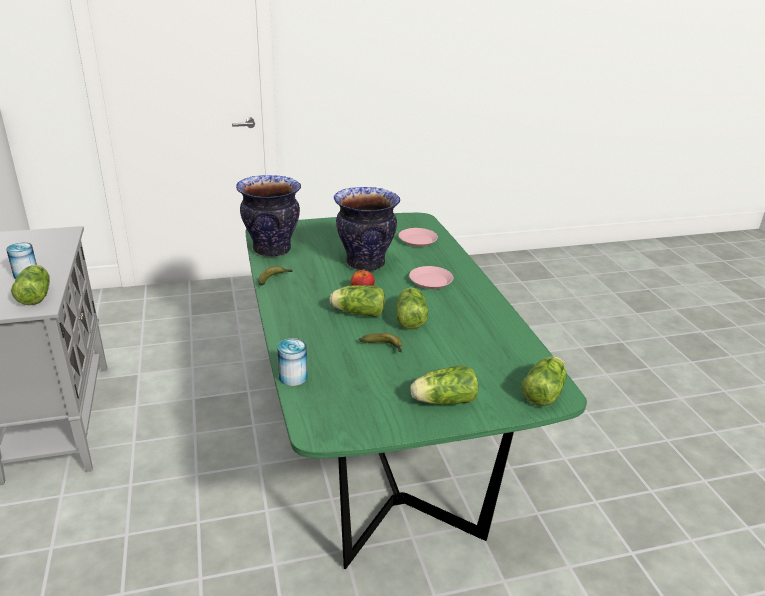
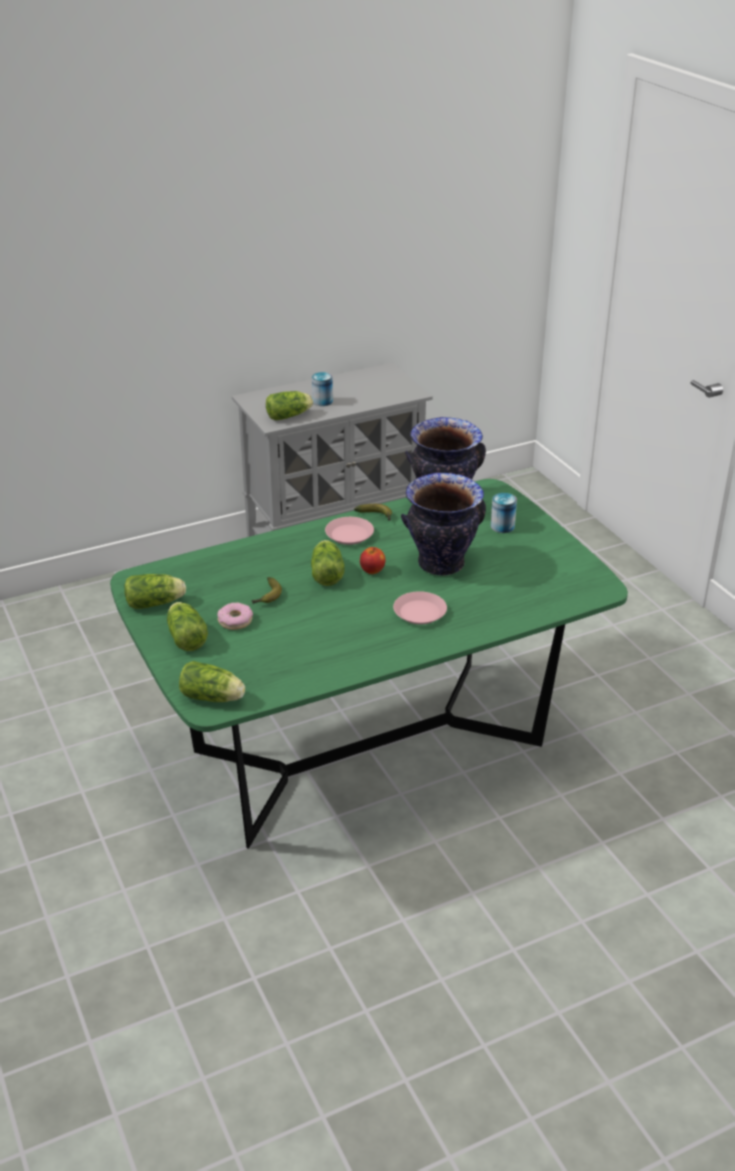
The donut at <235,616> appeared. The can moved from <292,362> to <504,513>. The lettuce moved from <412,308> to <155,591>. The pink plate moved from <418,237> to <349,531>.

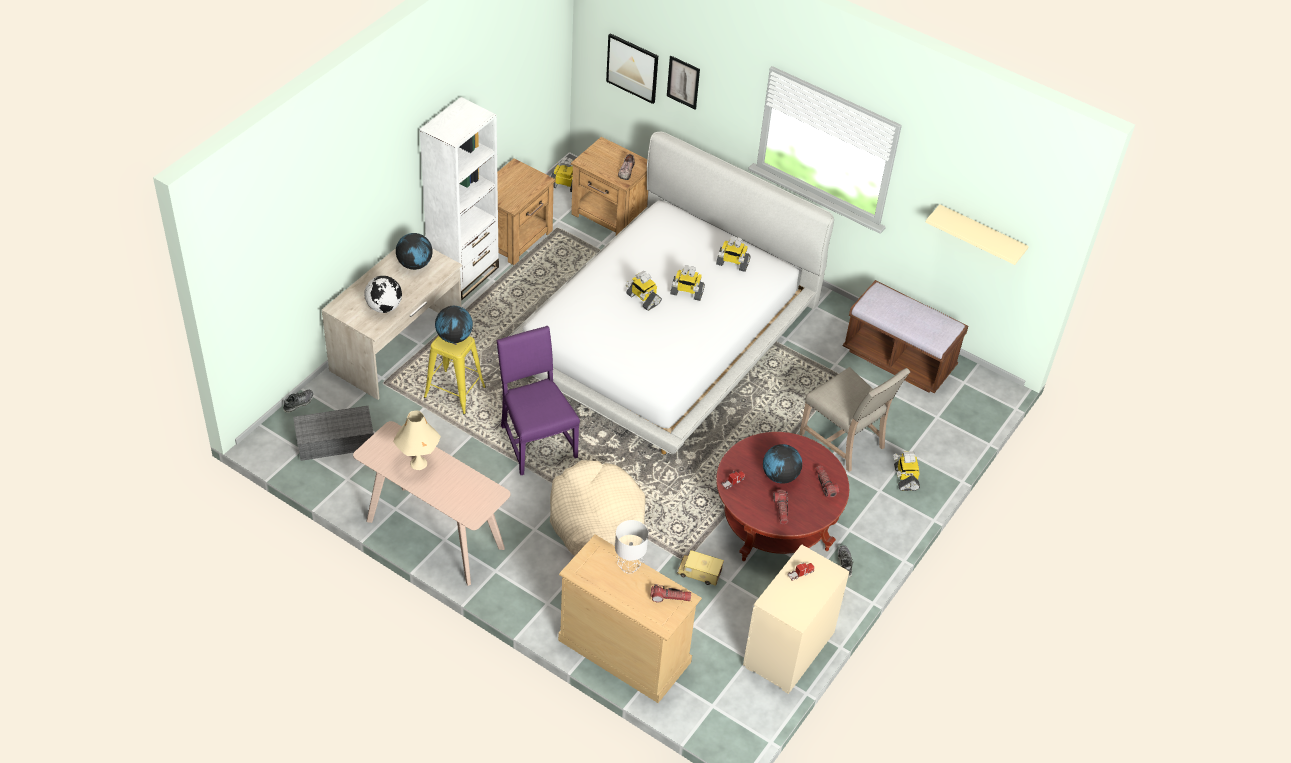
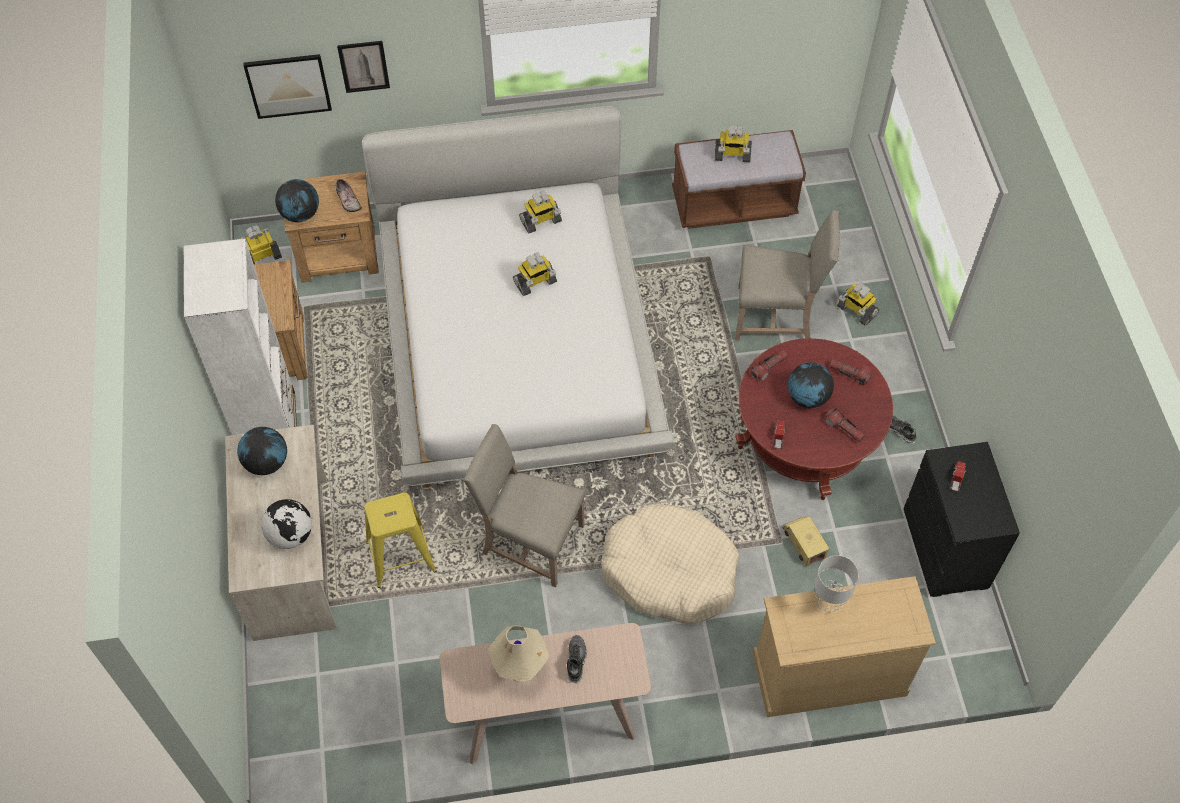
The grey storage box at <333,433> disappeared. The beige shelf at <977,234> disappeared. The shoe moved from <298,401> to <577,659>. The globe moved from <454,324> to <297,200>. The toy robot moved from <644,291> to <733,143>. The flashlight moved from <671,593> to <768,365>. The purple chair at <538,400> became the beige chair at <524,505>. The beige dresser at <796,619> became the black dresser at <962,519>. The toy truck at <700,568> turned 90 degrees clockwise.

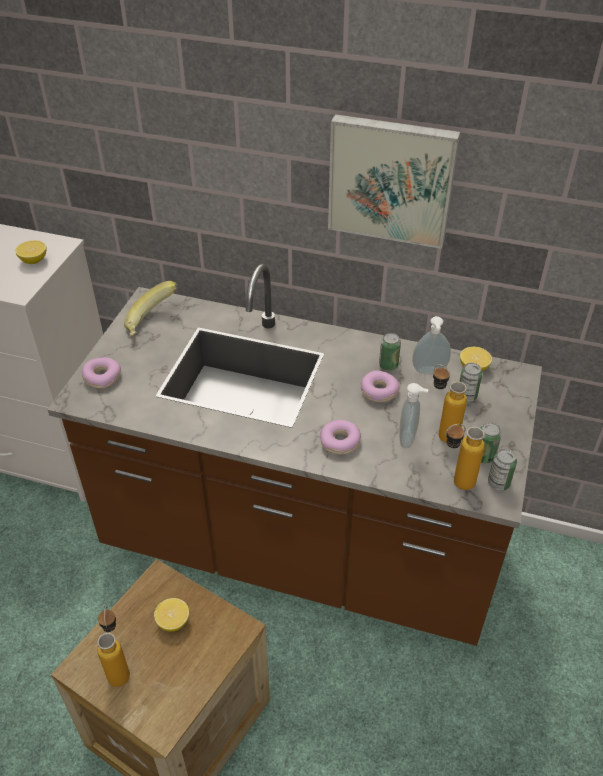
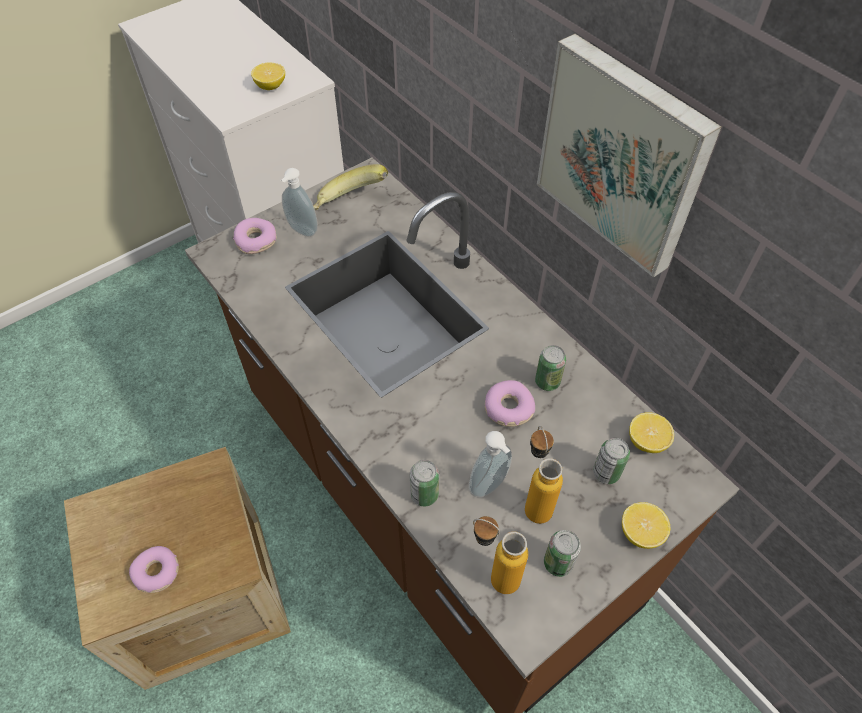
The bottle at <113,647> disappeared. The lemon moved from <171,615> to <646,525>. The donut moved from <340,437> to <154,569>. The soap dispenser moved from <431,345> to <299,202>. The can moved from <502,470> to <424,483>.

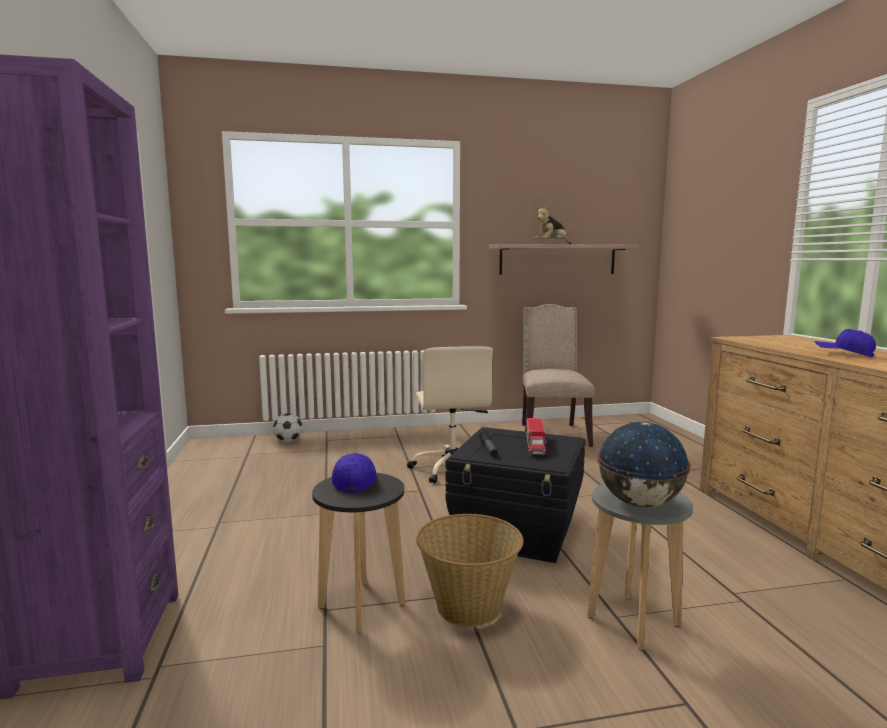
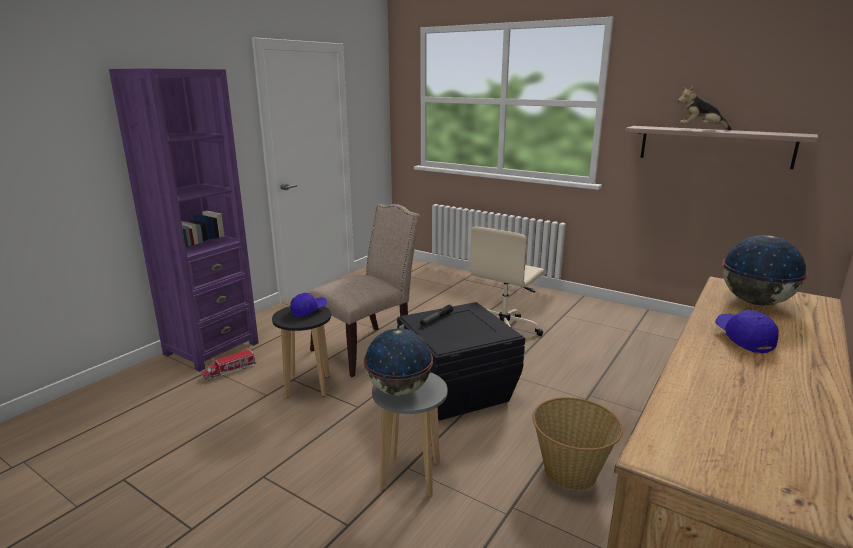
The football at <288,427> disappeared. The globe at <765,270> appeared. The basket moved from <470,570> to <577,443>. The beige chair moved from <558,375> to <364,290>. The toy truck moved from <536,436> to <229,364>.

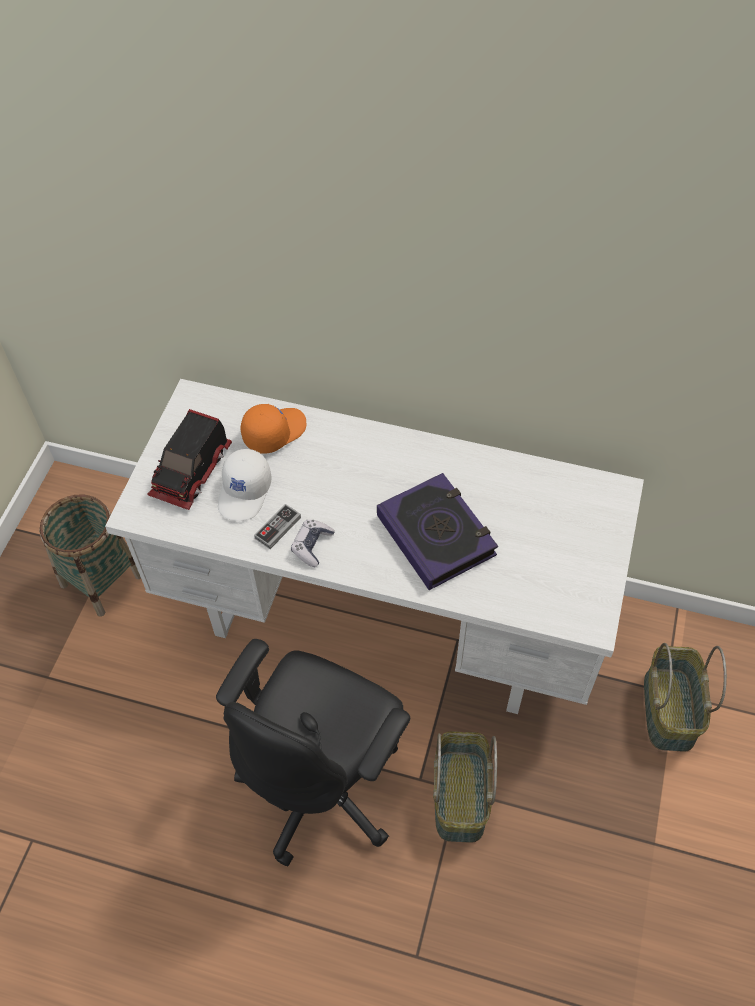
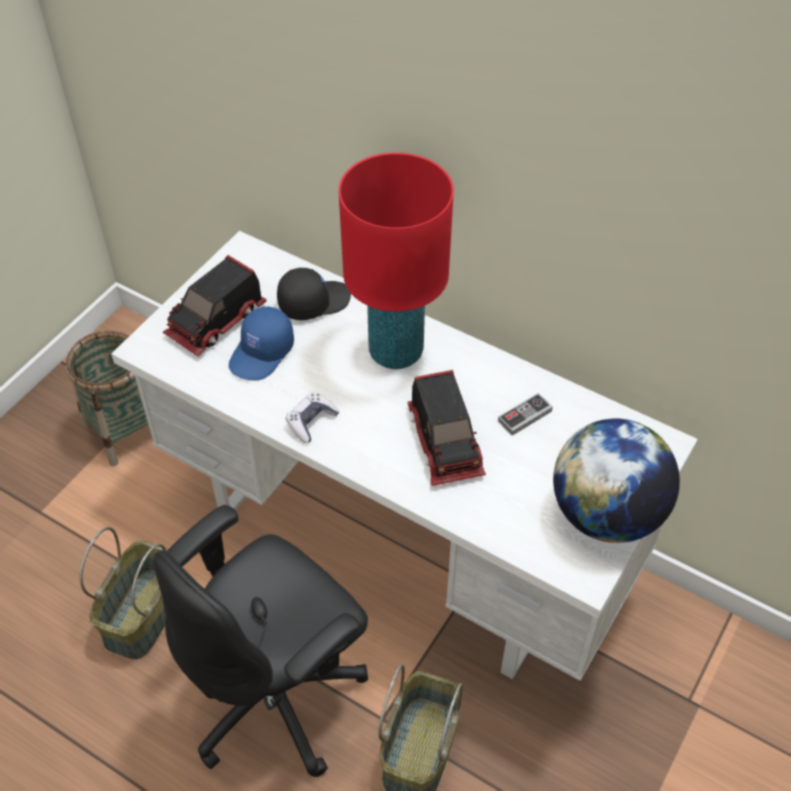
The red table lamp at <396,260> appeared. The globe at <616,480> appeared. The game controller moved from <277,526> to <525,414>. The basket moved from <685,697> to <124,593>. The book at <437,531> was replaced by the toy truck at <447,428>. The white cap at <244,485> became the blue cap at <261,343>. The orange cap at <274,429> became the black cap at <314,294>.

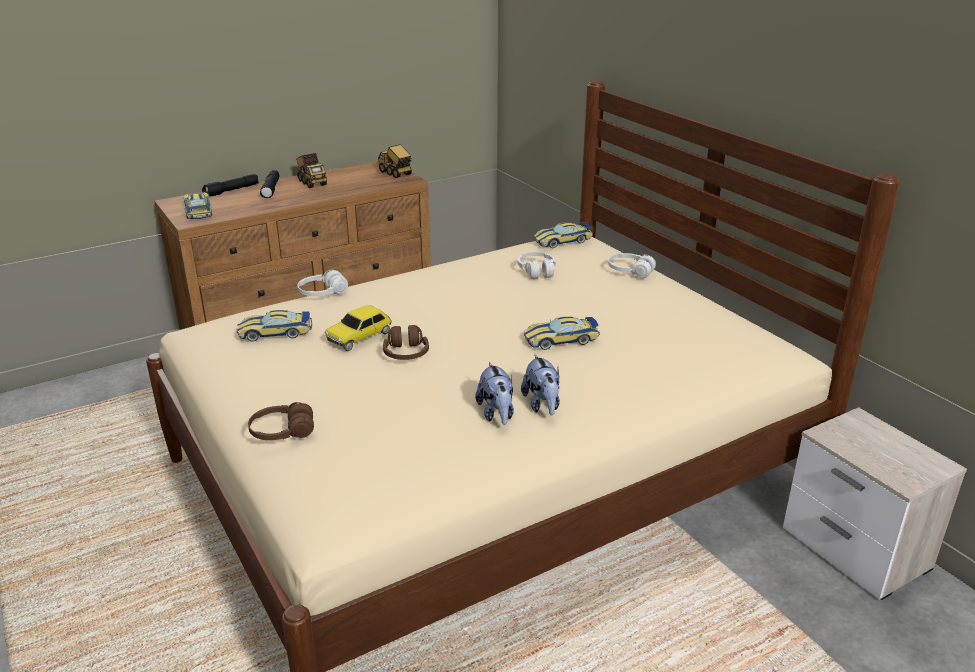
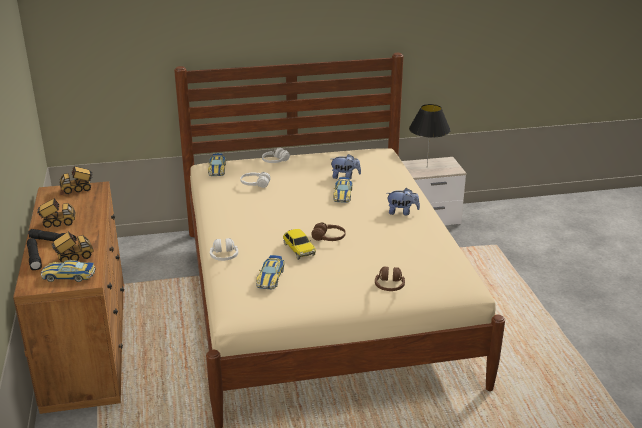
The toy truck at <73,247> appeared. The black table lamp at <429,134> appeared. The plush toy moved from <494,393> to <346,166>.

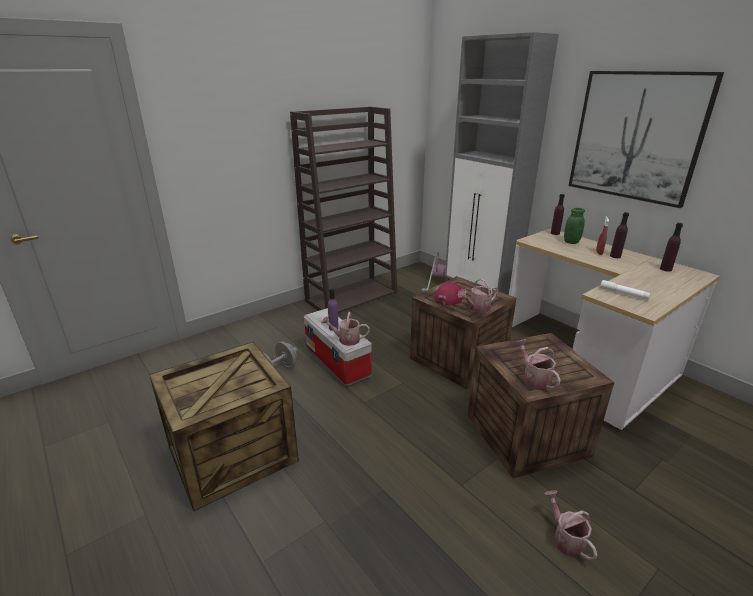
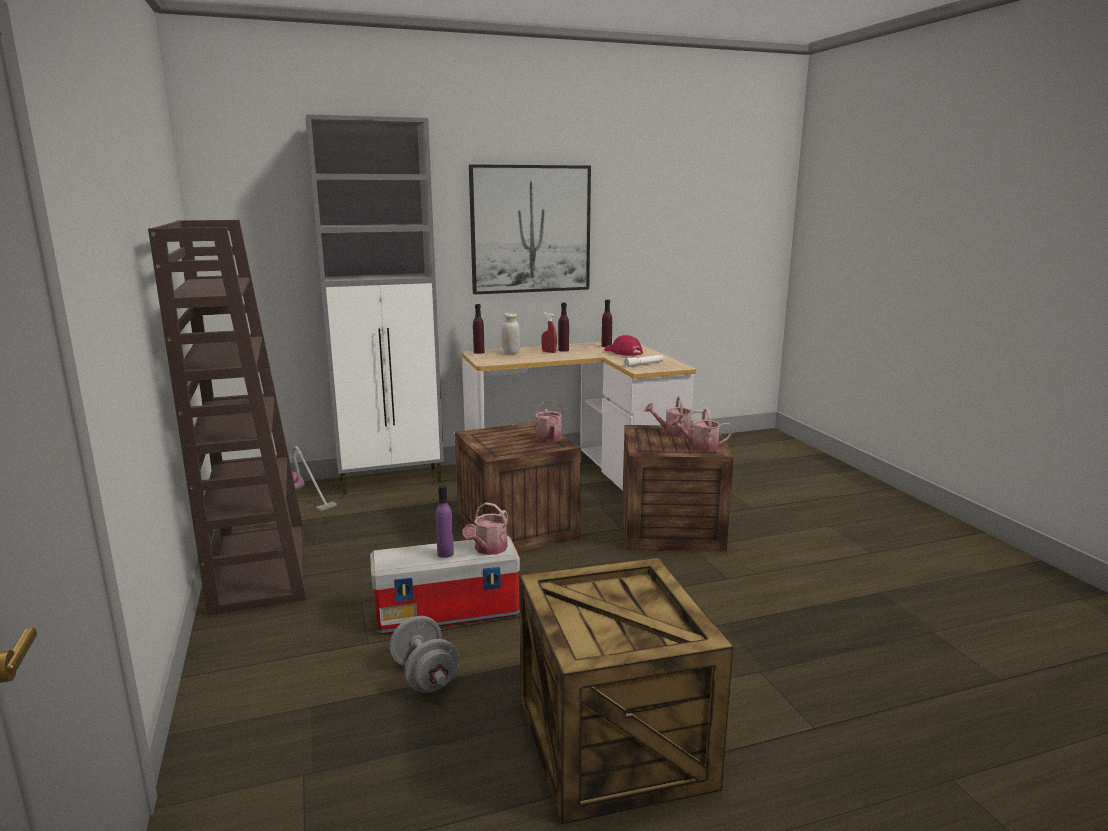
The red cap moved from <450,294> to <623,345>. The watering can moved from <570,525> to <673,417>. The green jar at <574,226> became the white jar at <510,333>.

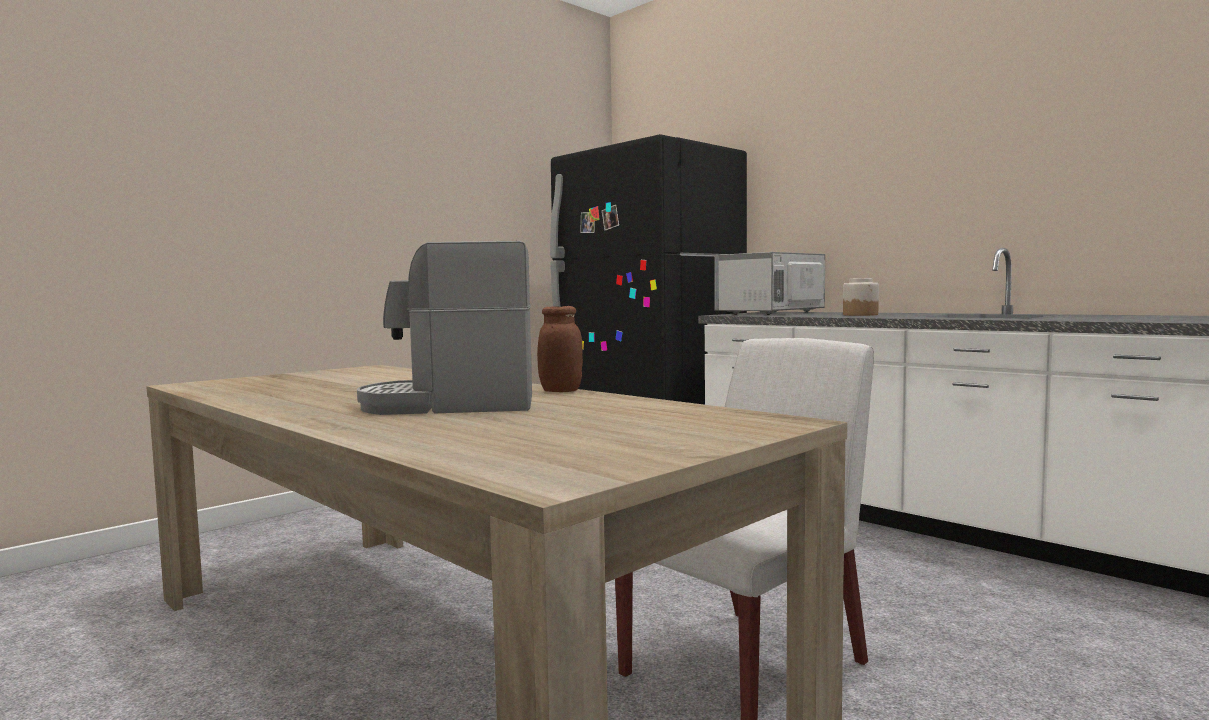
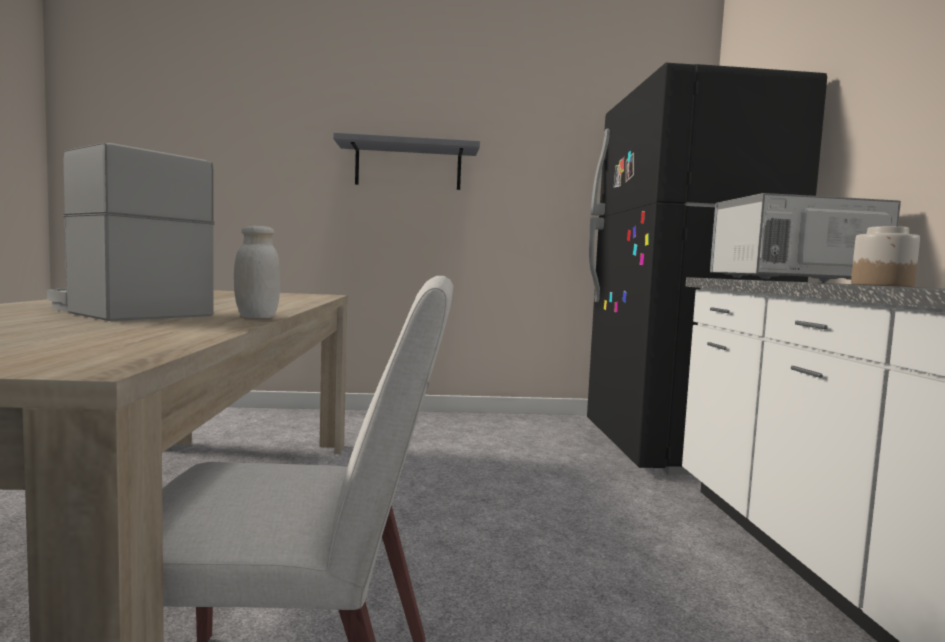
The grey shelf at <406,161> appeared. The brown jar at <560,349> became the white jar at <257,272>.

